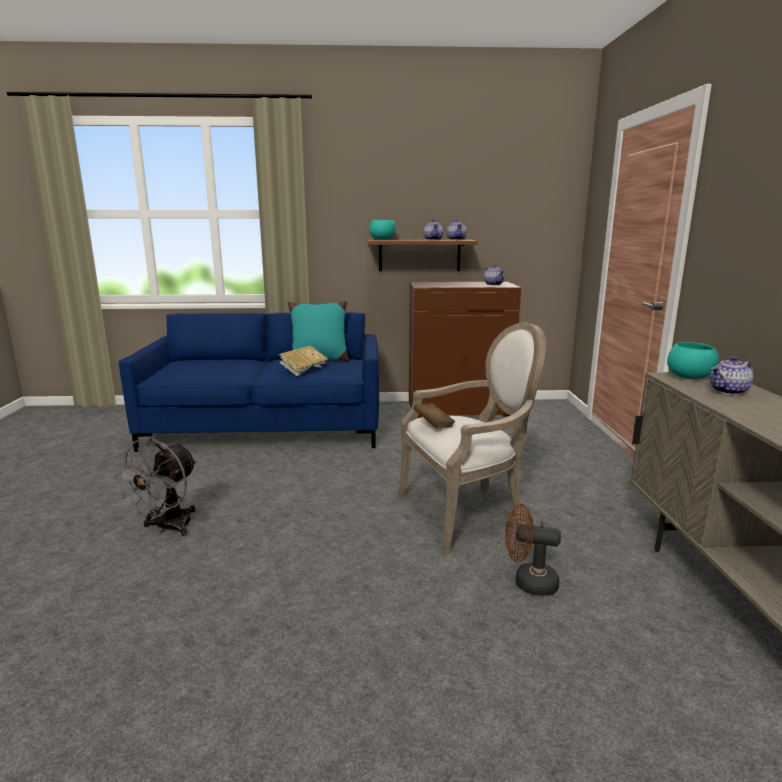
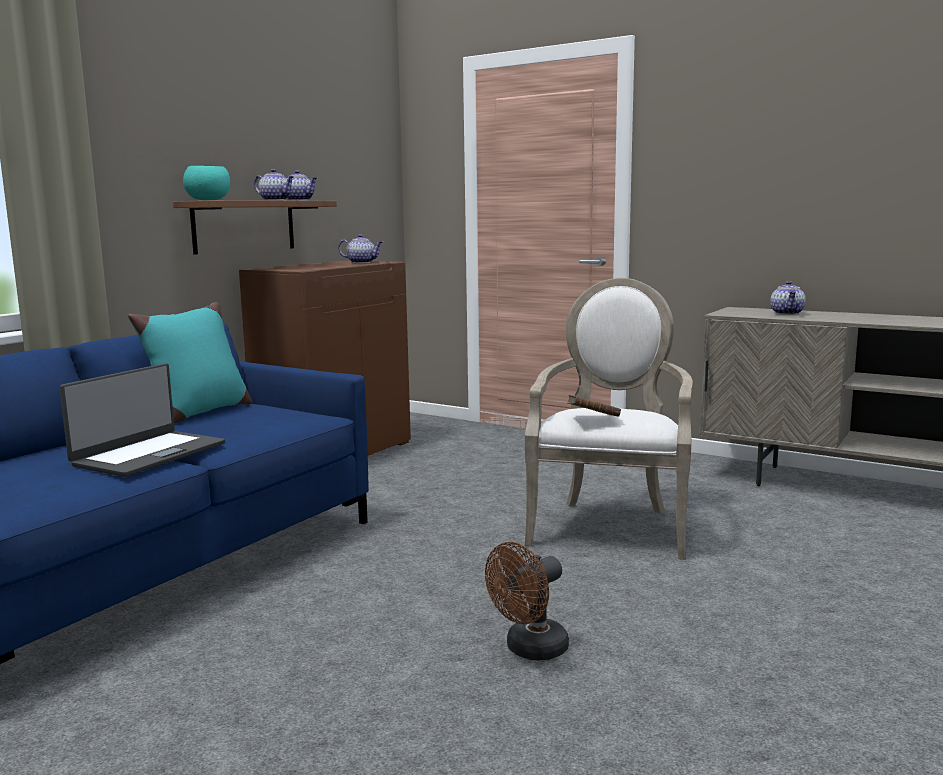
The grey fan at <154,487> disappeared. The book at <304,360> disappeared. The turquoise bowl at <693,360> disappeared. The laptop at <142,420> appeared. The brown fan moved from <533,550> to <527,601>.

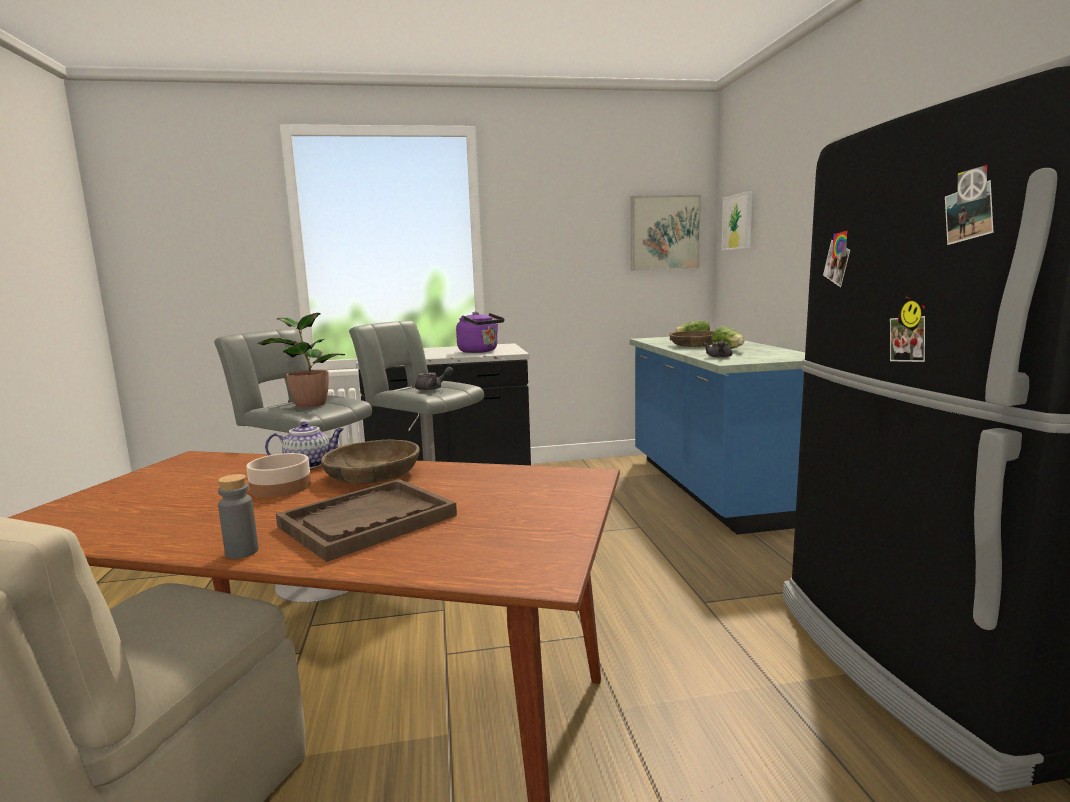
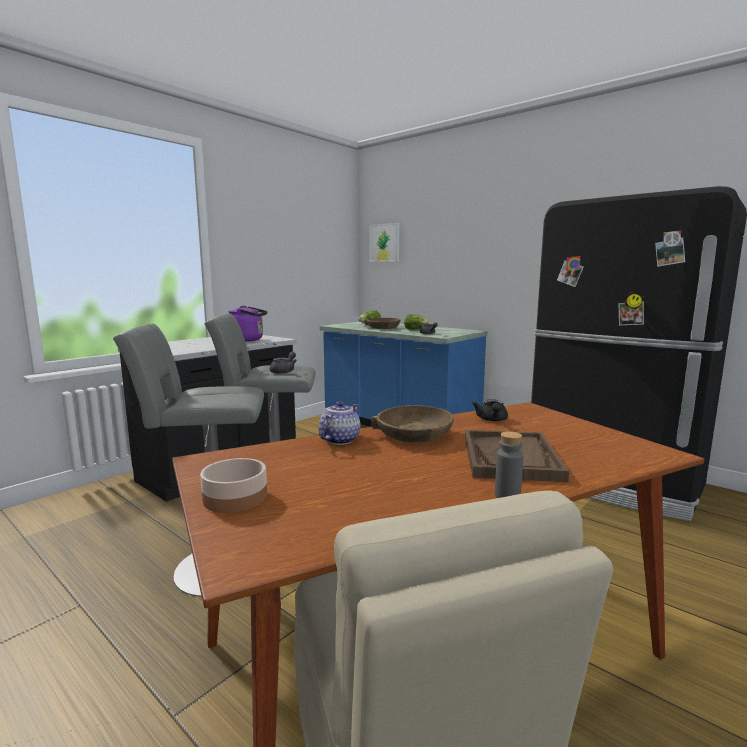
The potted plant at <301,360> disappeared. The picture at <666,233> disappeared. The black teapot at <490,410> appeared. The bowl moved from <278,475> to <233,485>.

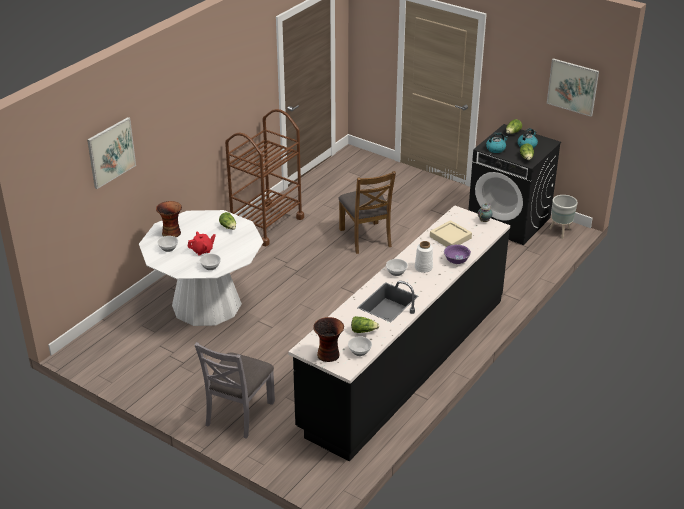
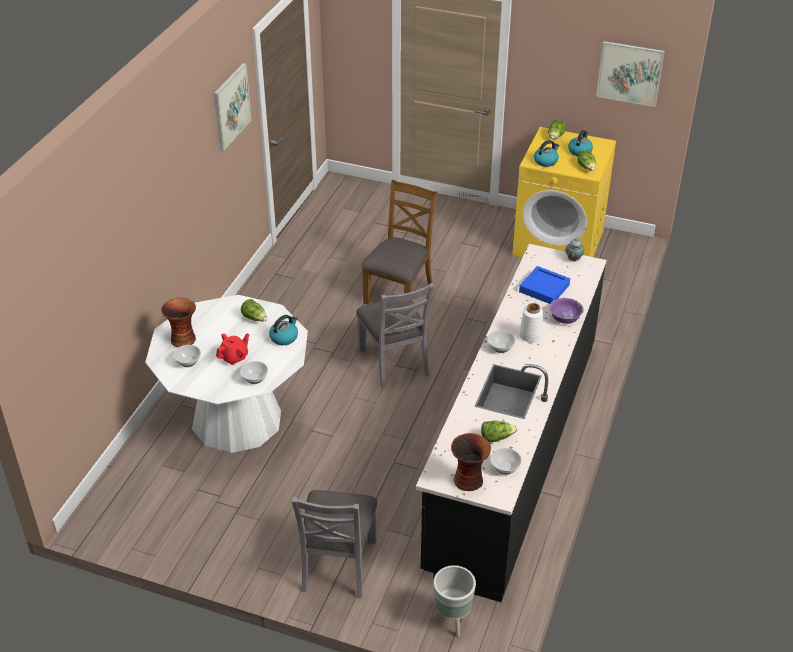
The brown cart at <264,177> disappeared. The kettle at <283,330> appeared. The grey chair at <395,335> appeared. The picture moved from <111,153> to <233,107>. The grey planter moved from <564,217> to <454,601>. The beige tray at <451,233> became the blue tray at <544,285>. The black washing machine at <514,184> became the yellow washing machine at <564,192>. The brown chair at <367,212> turned 120 degrees counterclockwise.

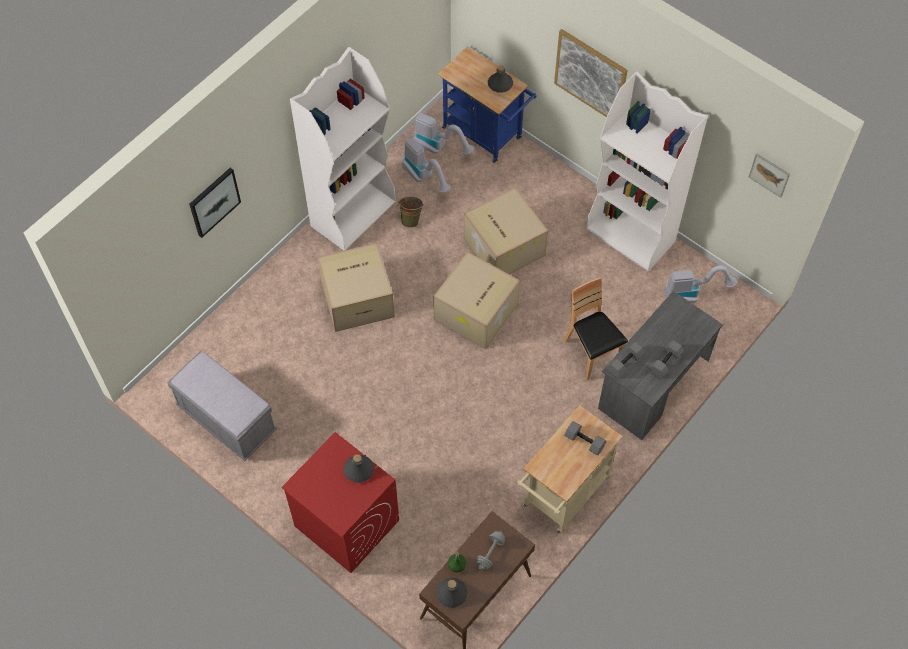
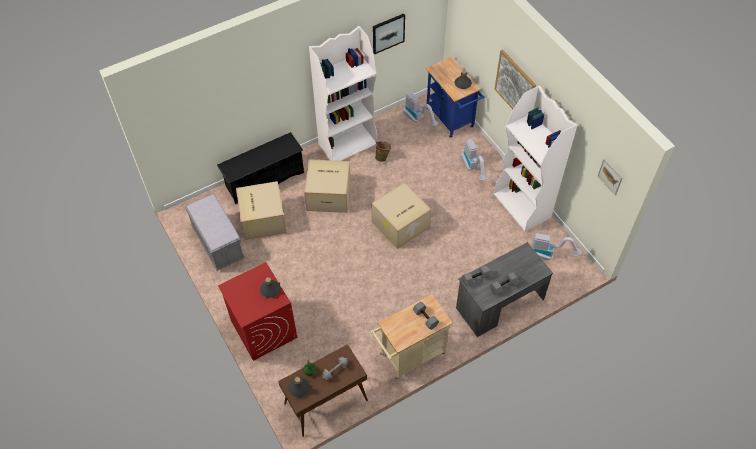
The brown chair at <596,328> disappeared. The black shoe rack at <260,168> appeared. The picture moved from <215,203> to <389,33>. The vacuum cleaner moved from <426,165> to <474,159>. The cardboard box moved from <506,231> to <261,210>.

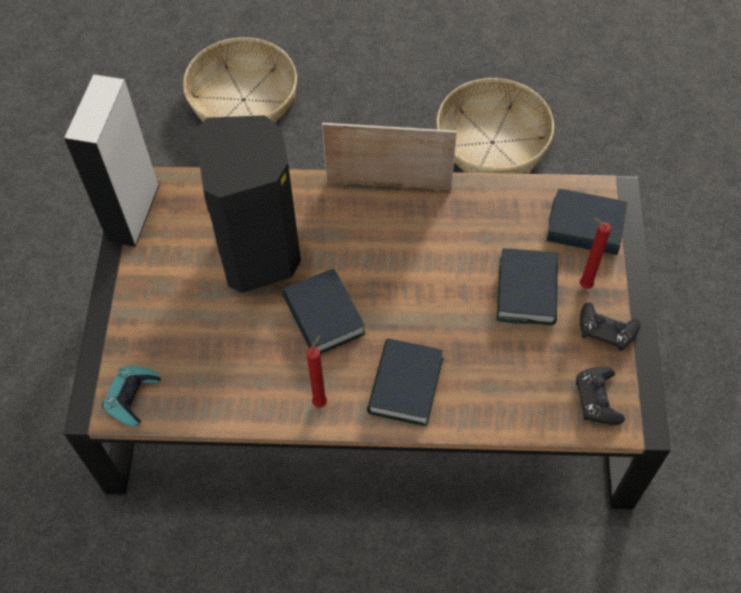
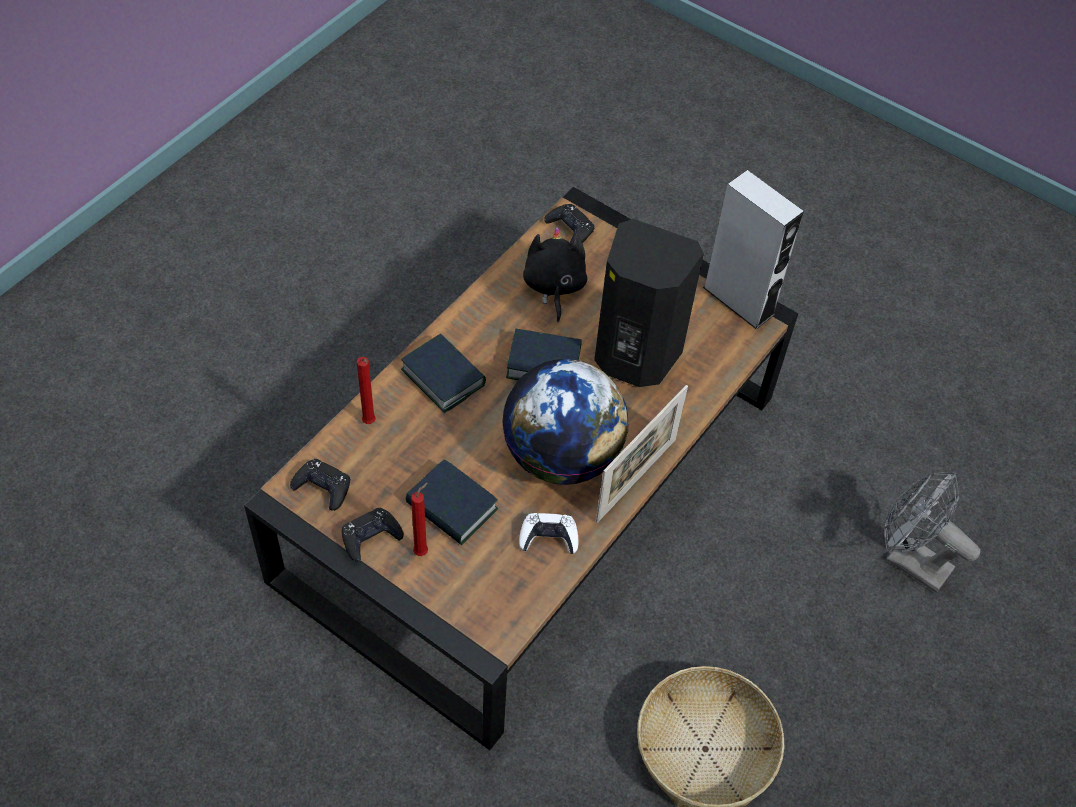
The book at <586,222> disappeared. The globe at <565,422> appeared. The white game controller at <549,533> appeared. The black plush toy at <555,274> appeared. The red candle moved from <316,371> to <366,390>. The basket at <240,80> was replaced by the grey fan at <932,532>. The turquoise game controller at <131,396> became the black game controller at <569,224>.

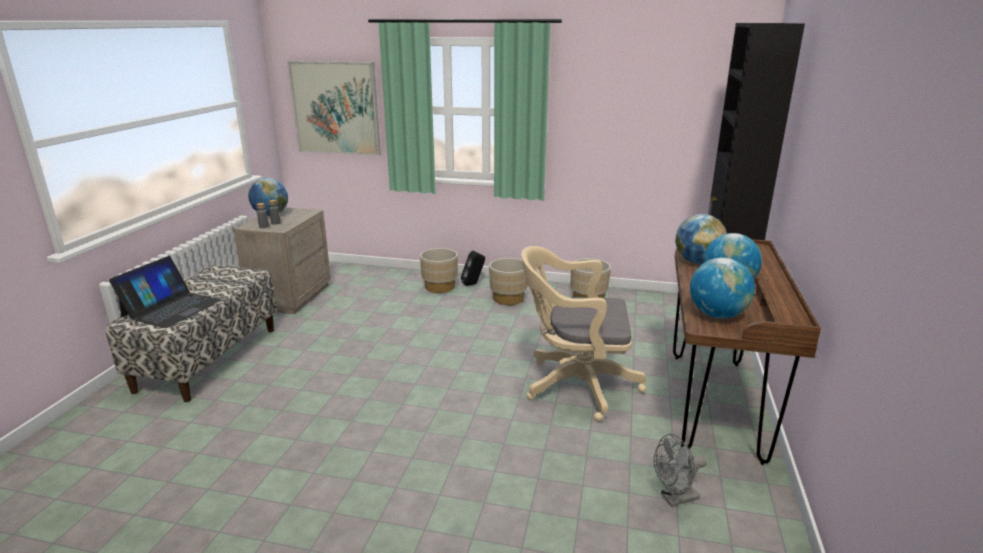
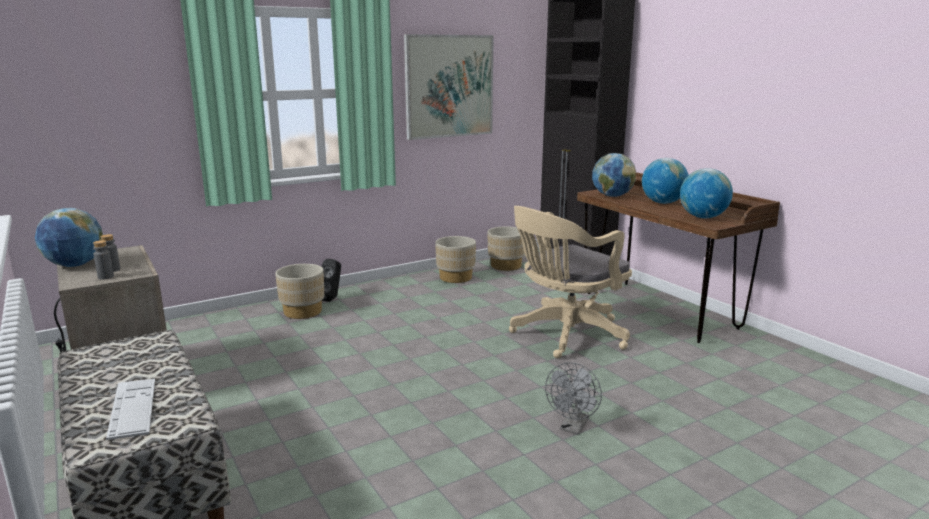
The picture moved from <334,108> to <449,87>. The beige planter moved from <508,281> to <506,248>. The grey fan moved from <680,470> to <573,398>. The laptop at <165,292> was replaced by the keyboard at <130,409>.

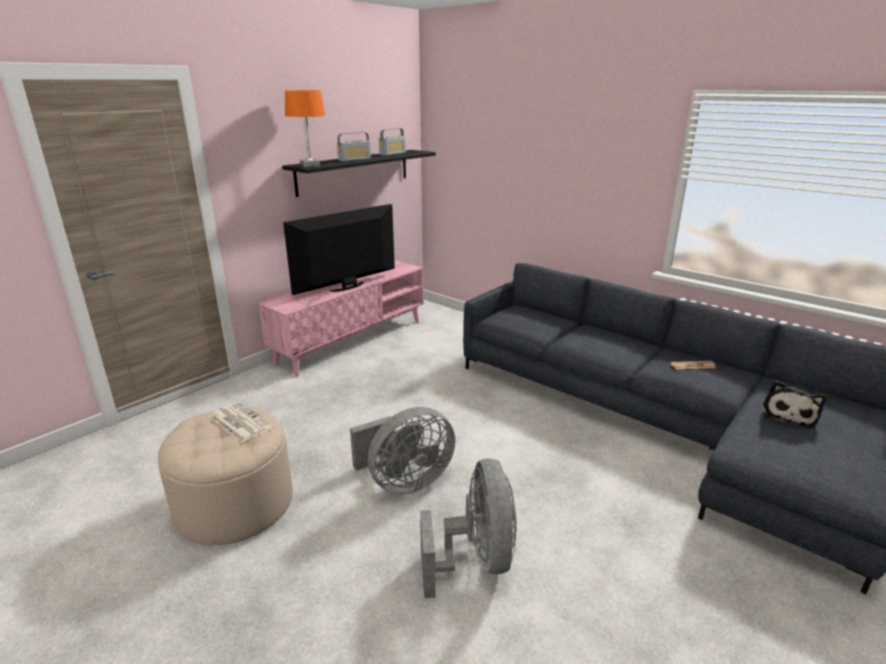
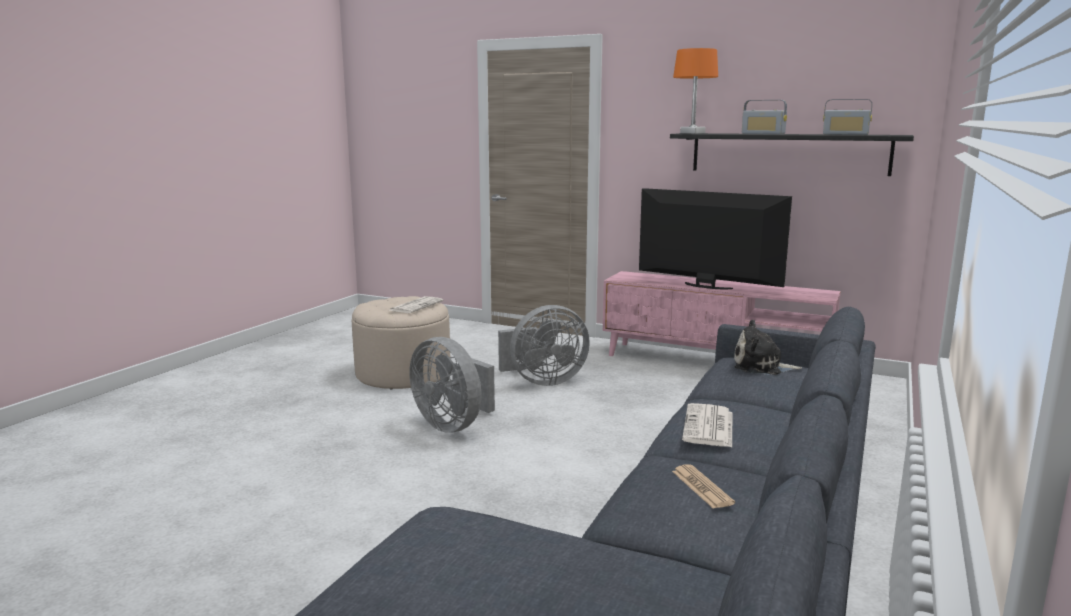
The newspaper at <707,425> appeared. The grey fan moved from <468,528> to <544,345>. The plush toy moved from <794,405> to <768,347>.

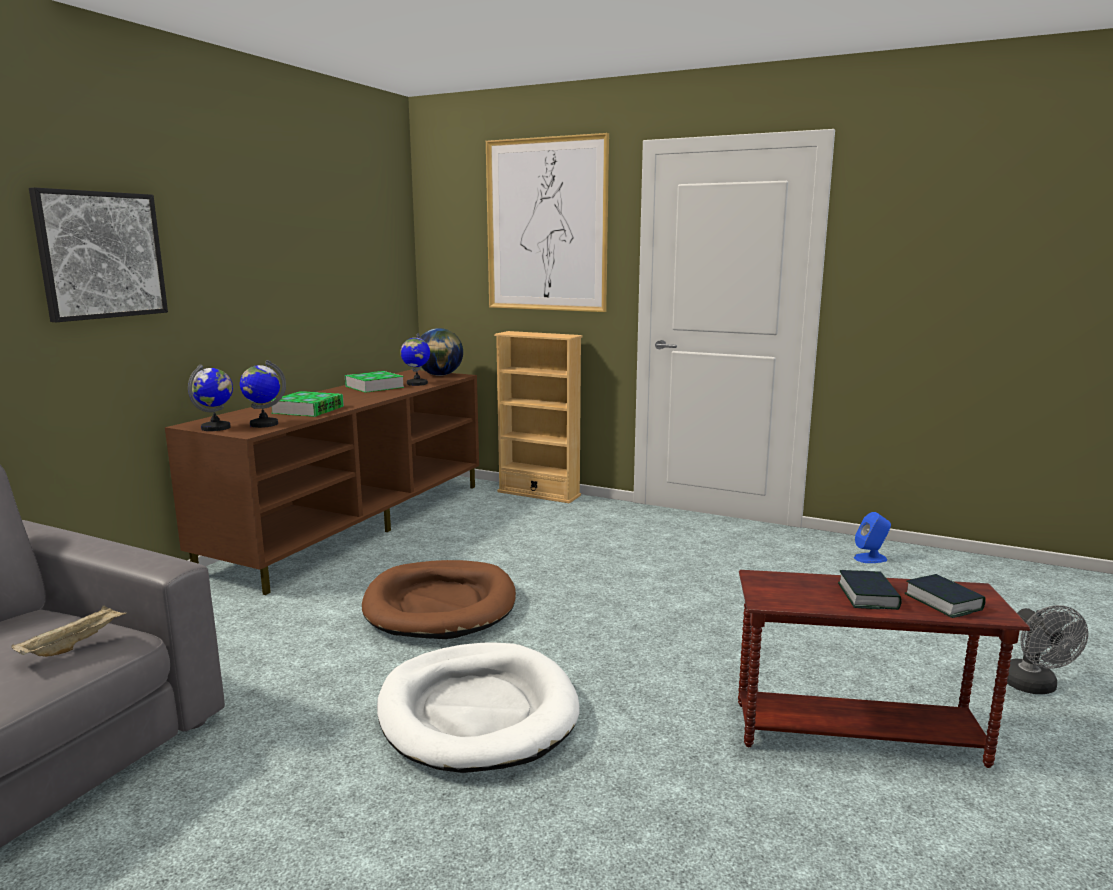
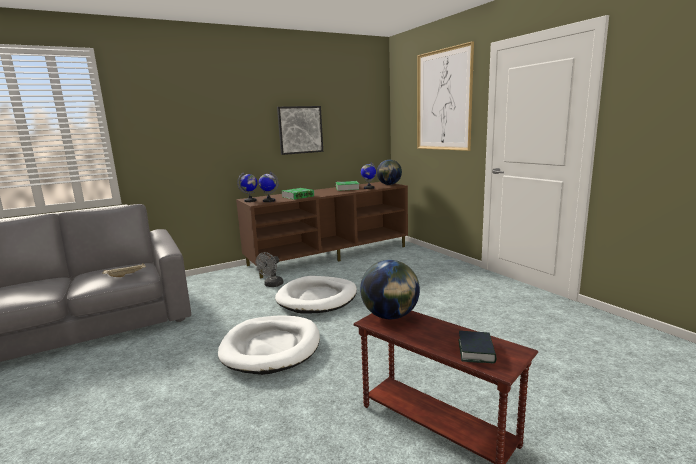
The beige bookcase at <538,417> disappeared. The book at <870,590> disappeared. The blue speaker at <872,537> disappeared. The globe at <390,289> appeared. The picture moved from <98,254> to <300,130>. The grey fan moved from <1047,649> to <270,269>. The brown dog bed at <439,599> became the white dog bed at <316,295>.

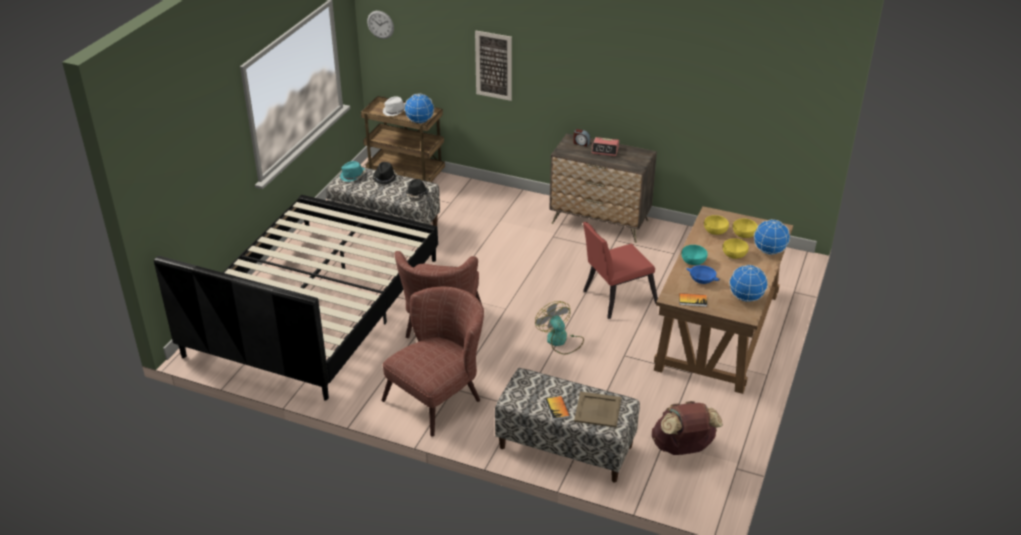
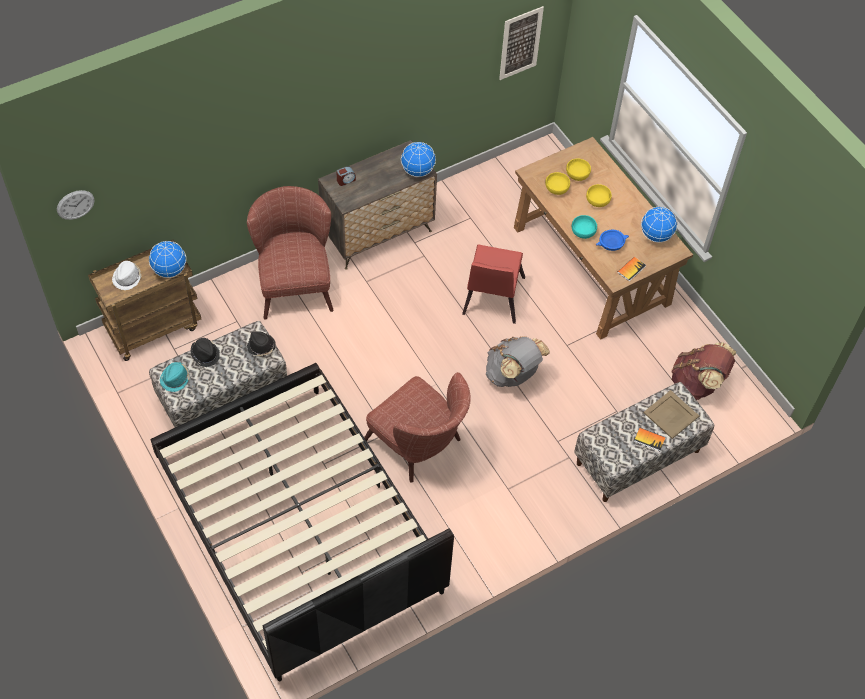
The alarm clock at <605,146> disappeared. The brown armchair moved from <432,362> to <290,253>. The picture moved from <493,65> to <521,43>. The globe moved from <772,237> to <418,159>. The fan at <559,327> was replaced by the grey backpack at <518,361>.

